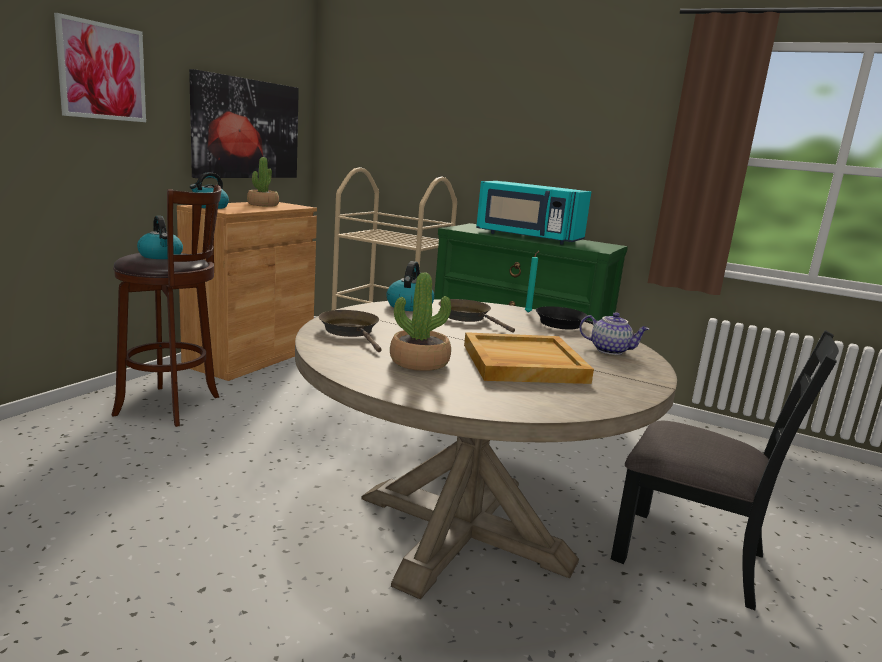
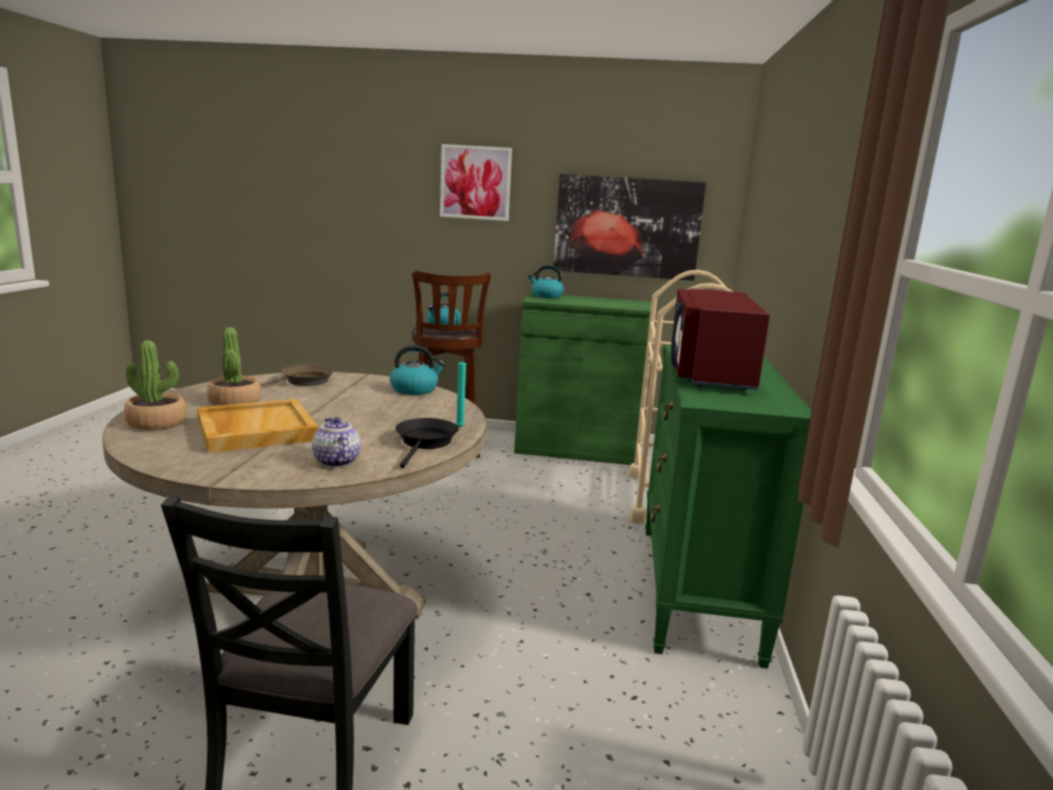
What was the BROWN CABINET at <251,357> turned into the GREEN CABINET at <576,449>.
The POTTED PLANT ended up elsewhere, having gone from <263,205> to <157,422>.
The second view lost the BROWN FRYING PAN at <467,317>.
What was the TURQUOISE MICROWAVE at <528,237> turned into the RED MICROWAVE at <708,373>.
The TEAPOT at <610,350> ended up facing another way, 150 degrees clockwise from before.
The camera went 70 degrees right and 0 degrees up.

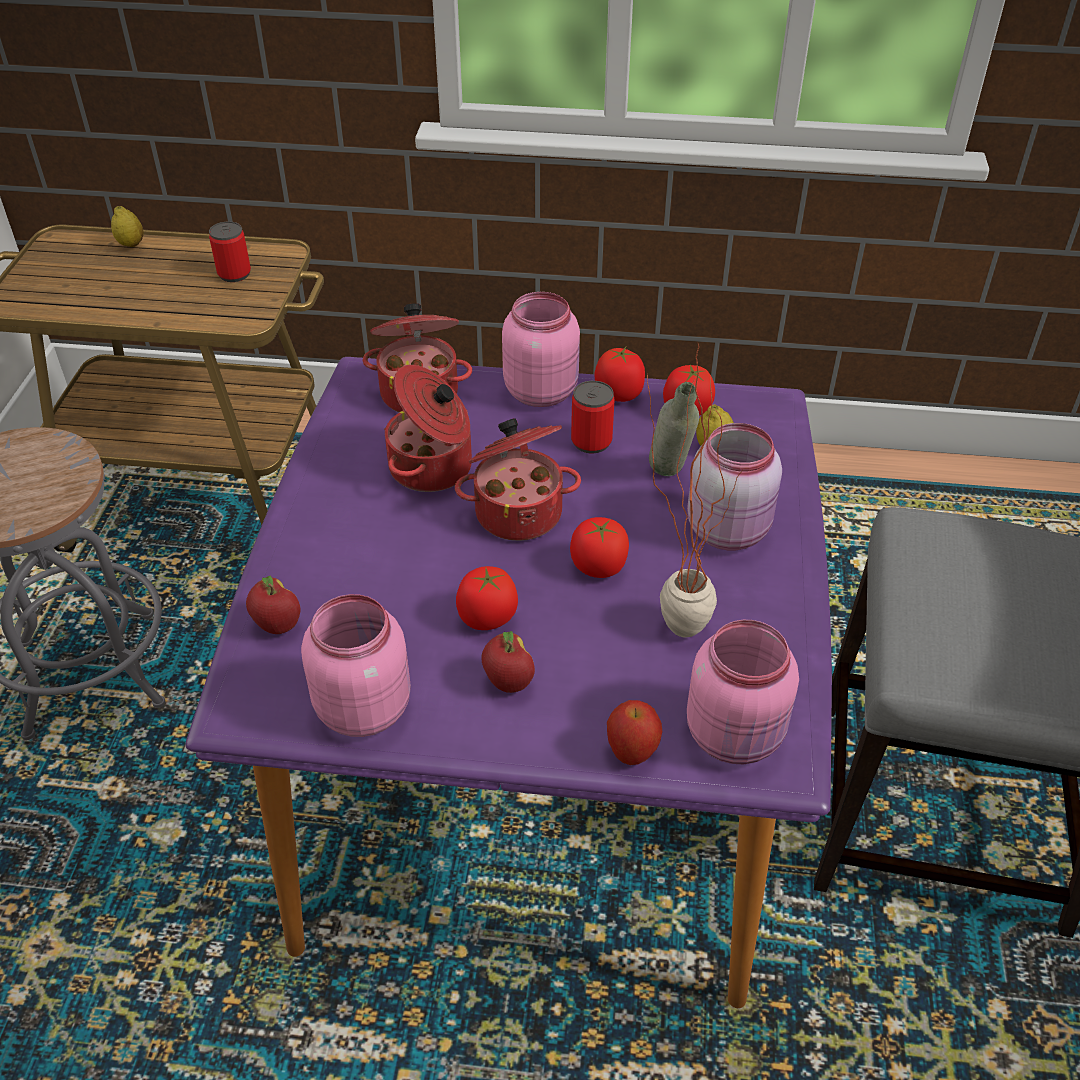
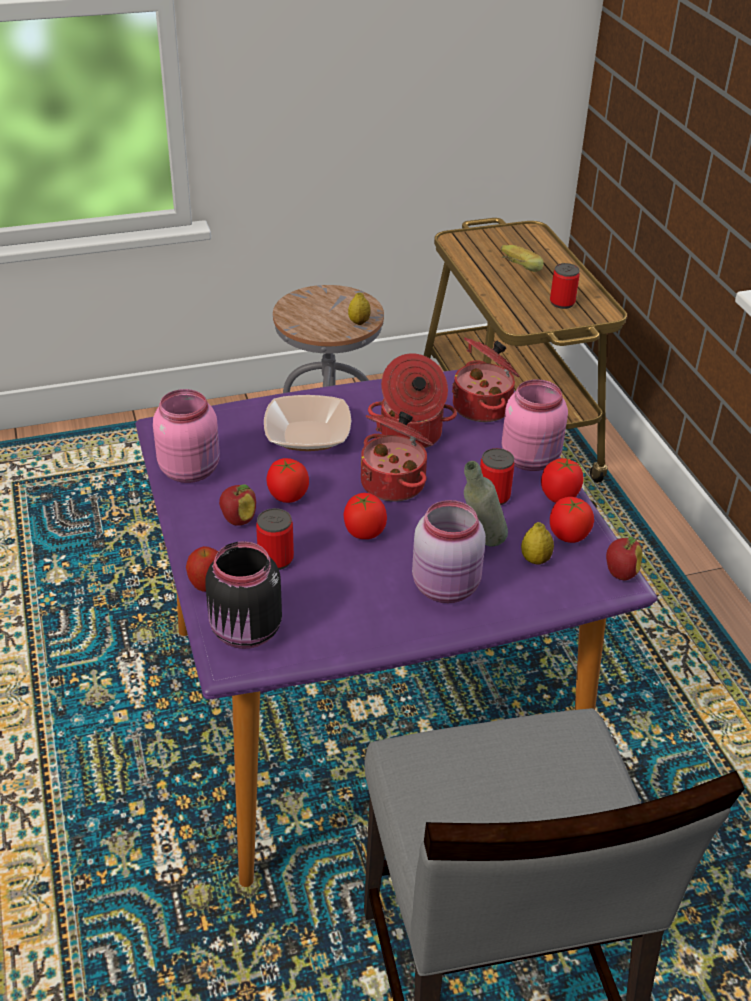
The LEMON ended up elsewhere, having gone from <131,244> to <359,322>.
The APPLE ended up elsewhere, having gone from <277,626> to <620,574>.
The second view lost the POTTED PLANT at <672,618>.
What was the PINK JAR at <737,735> turned into the BLACK JAR at <246,632>.
The second view gained the CAN at <276,559>.
The second view gained the BOWL at <307,436>.
The second view gained the BANANA at <511,272>.
The camera went 65 degrees right and 5 degrees down.

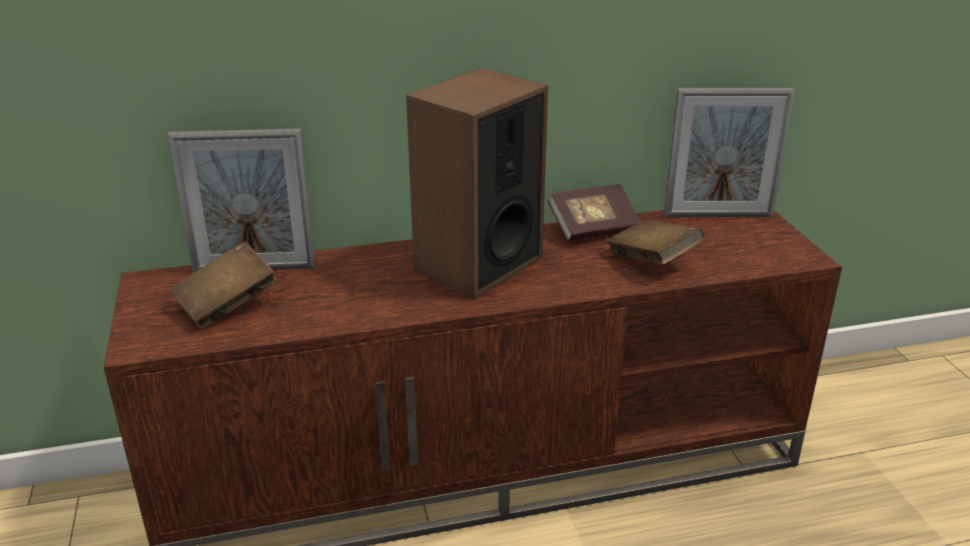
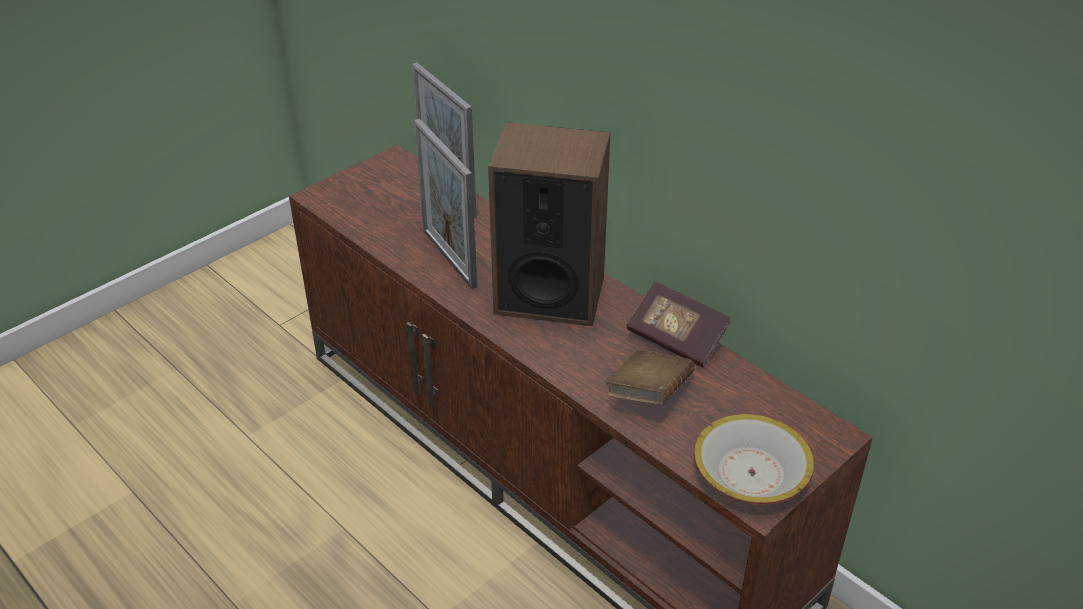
The second view lost the BROWN BOOK at <227,305>.
The PICTURE FRAME ended up elsewhere, having gone from <718,215> to <449,258>.
The second view gained the BOWL at <751,474>.
The camera went 60 degrees right and 10 degrees up.

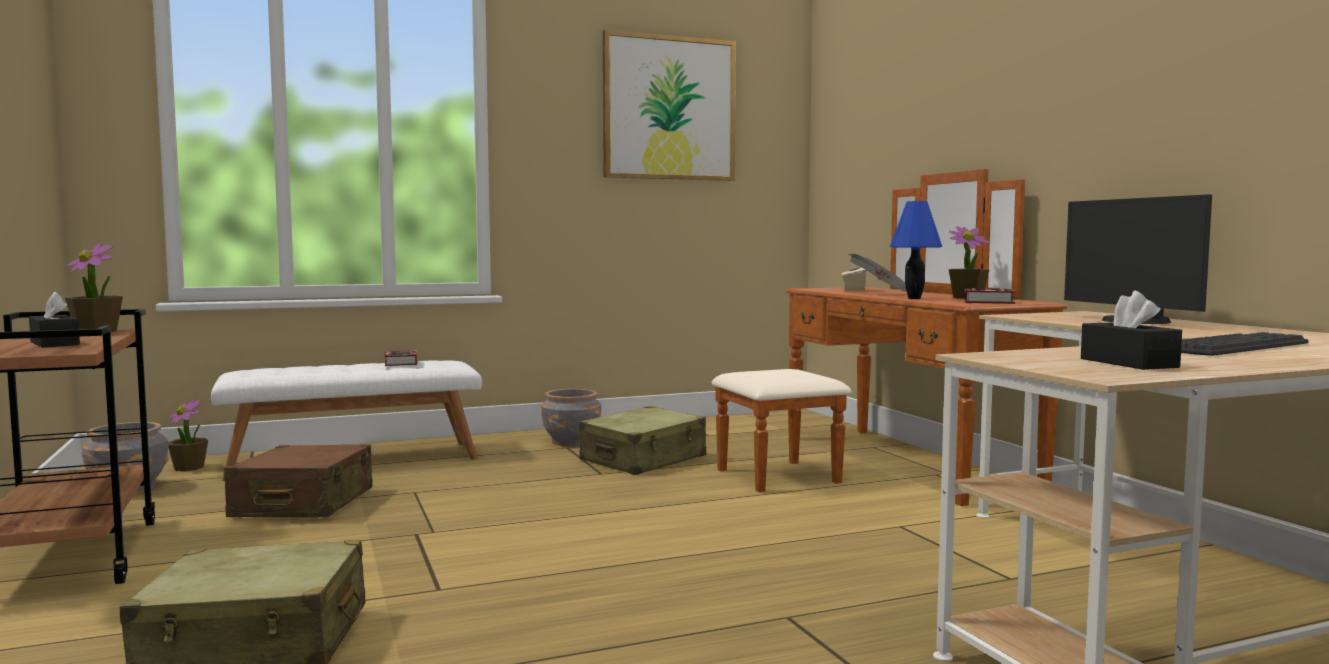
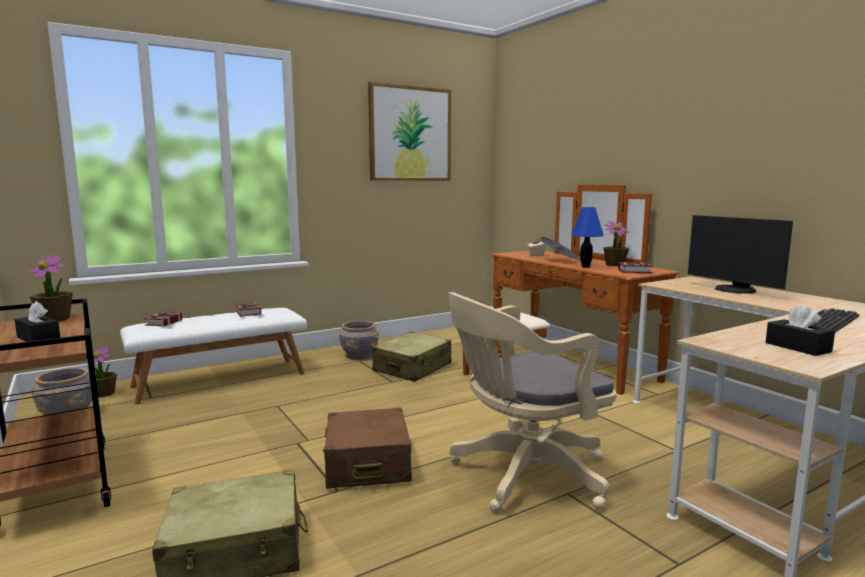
The BROWN SUITCASE ended up elsewhere, having gone from <303,504> to <367,464>.
The second view gained the BOOK at <162,323>.
The second view gained the BEIGE OFFICE CHAIR at <523,476>.
The camera went 10 degrees left and 5 degrees up.

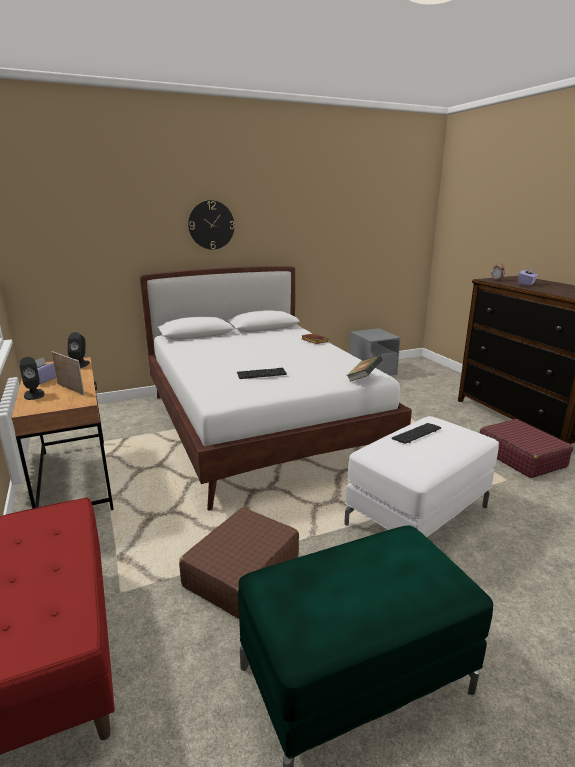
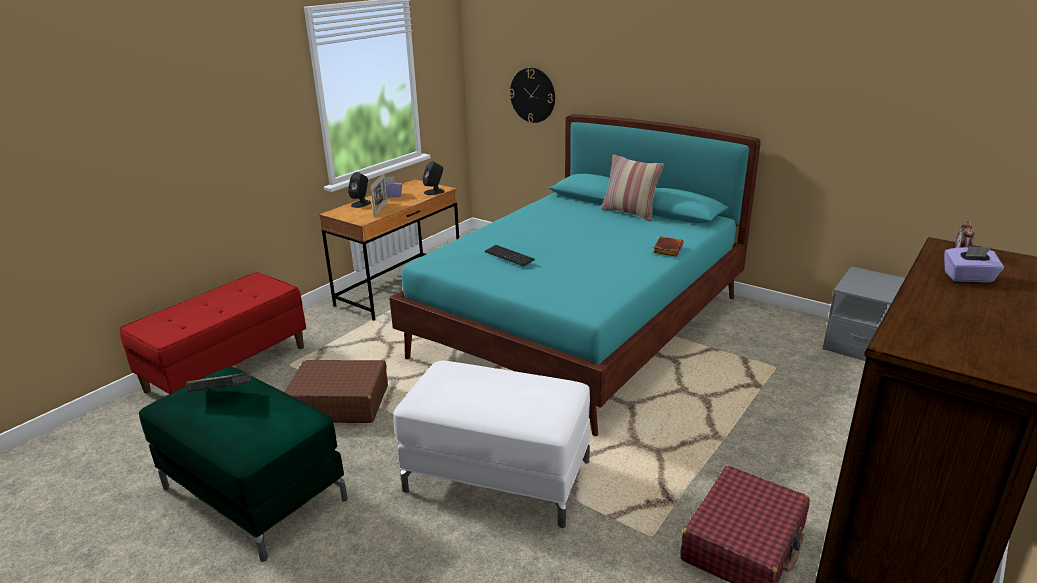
What was the WHITE BED at <261,426> turned into the TURQUOISE BED at <581,326>.
The WALL CLOCK ended up elsewhere, having gone from <211,225> to <532,95>.
The BOOK ended up elsewhere, having gone from <363,379> to <222,396>.
The second view lost the KEYBOARD at <416,434>.
The second view gained the PILLOW at <630,212>.
The camera went 60 degrees right and 5 degrees up.

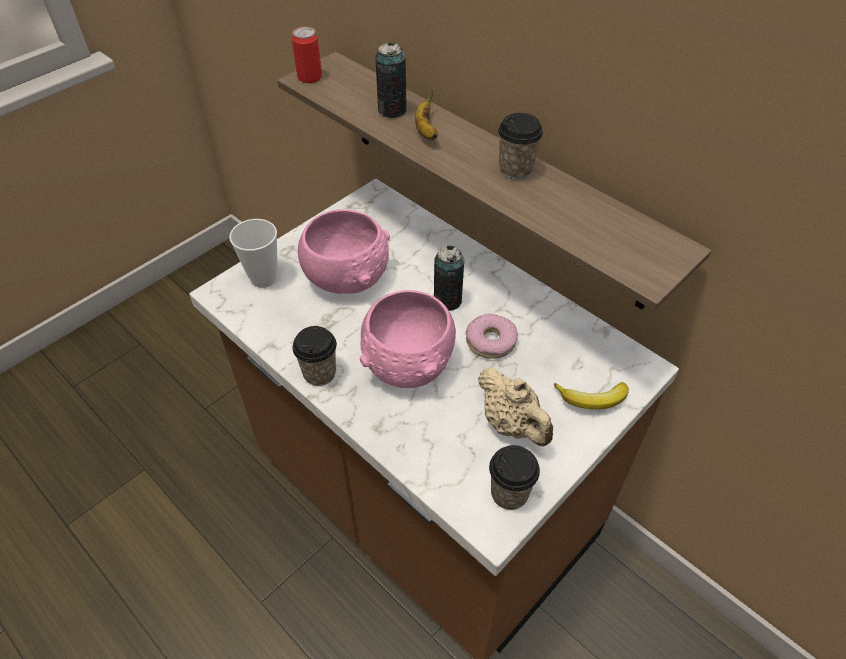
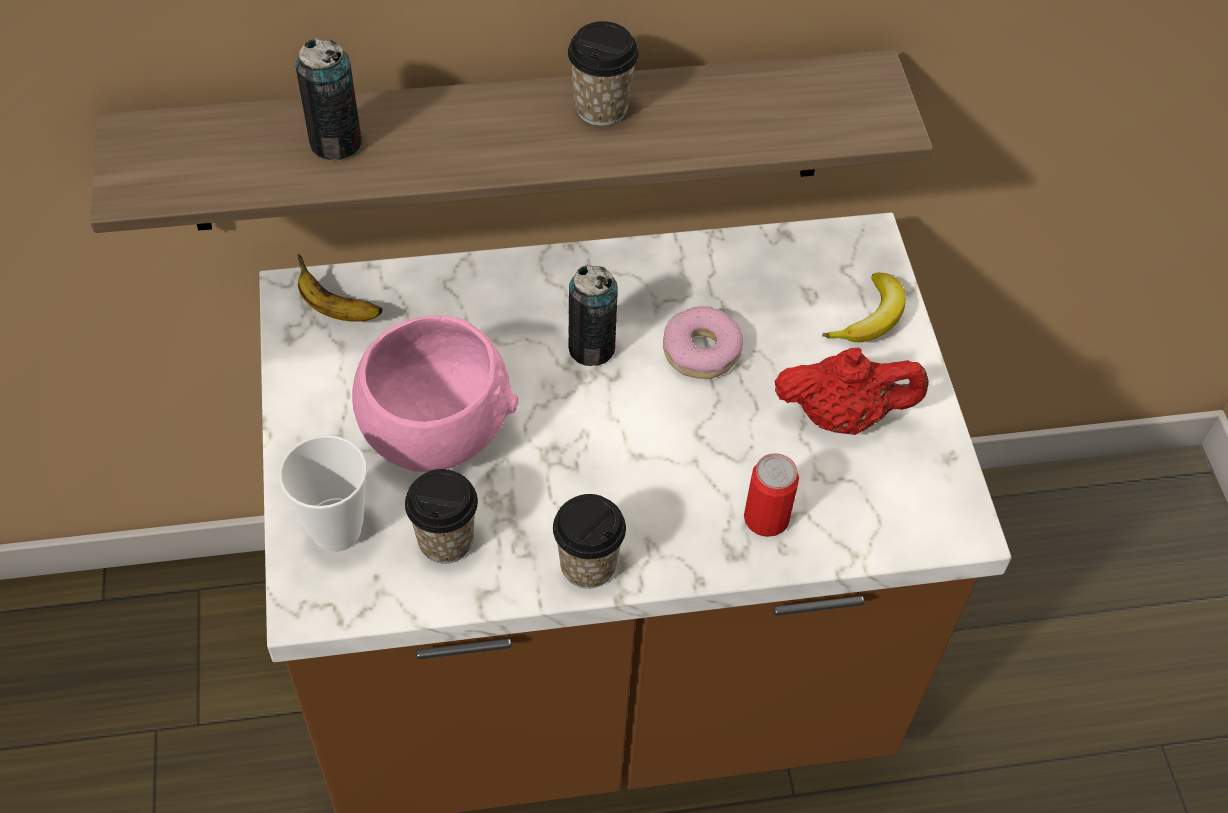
The CAN ended up elsewhere, having gone from <310,77> to <766,518>.
The second view lost the PINK BOWL at <409,363>.
The BANANA ended up elsewhere, having gone from <426,130> to <336,310>.
What was the BEIGE TEAPOT at <512,424> turned into the RED TEAPOT at <842,416>.
The CUP ended up elsewhere, having gone from <509,493> to <445,541>.
The camera went 55 degrees left and 5 degrees up.

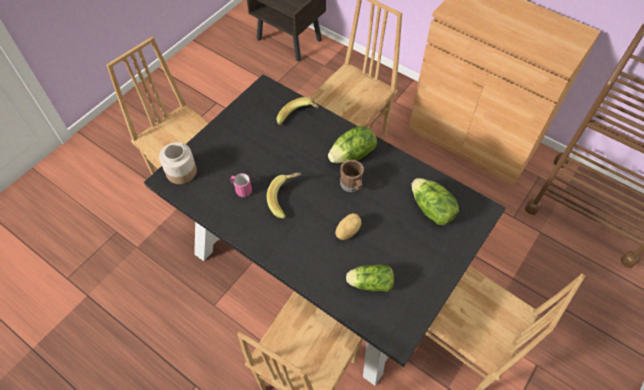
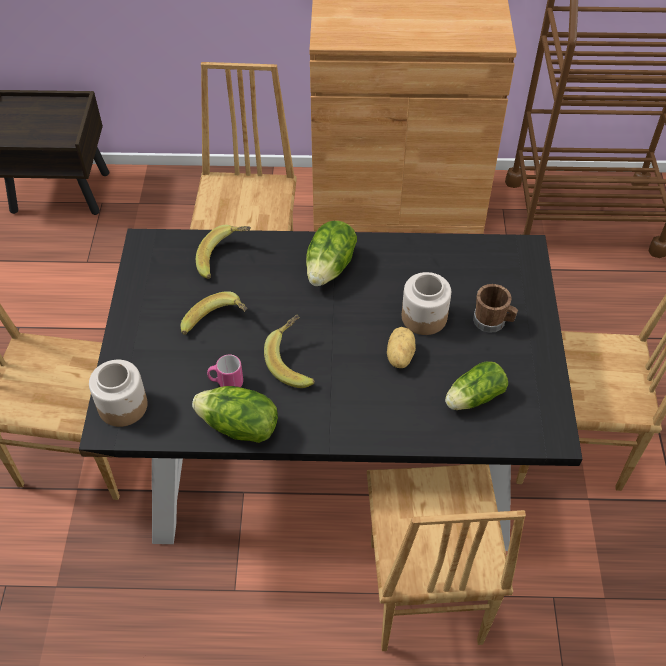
The BROWN MUG ended up elsewhere, having gone from <352,185> to <492,322>.
The LETTUCE ended up elsewhere, having gone from <431,210> to <239,427>.
The second view gained the BANANA at <217,325>.
The second view gained the JAR at <424,318>.
The camera went 35 degrees left and 5 degrees down.

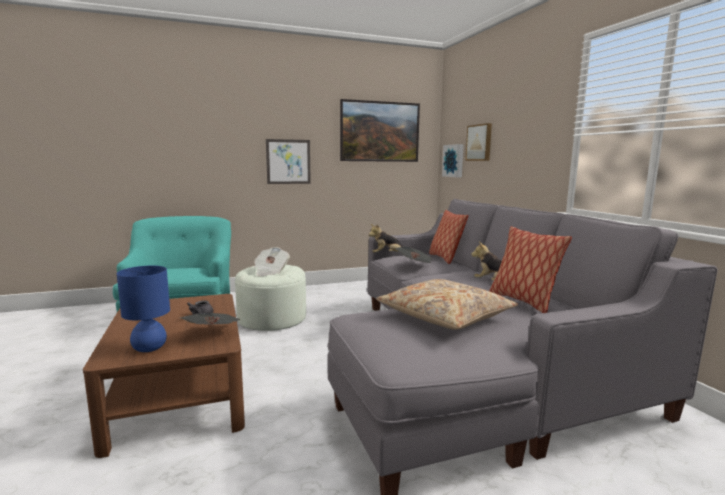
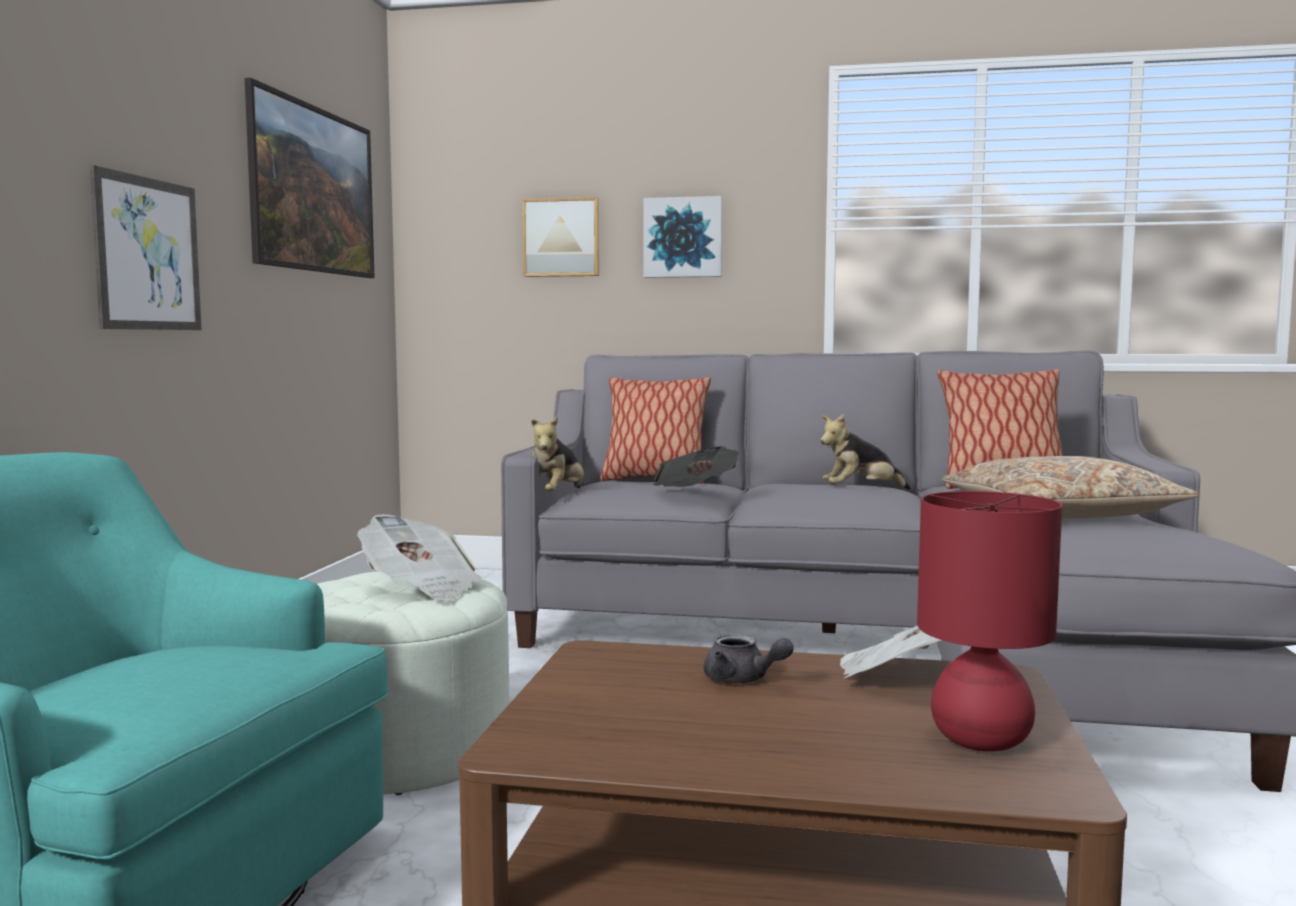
What was the BLUE TABLE LAMP at <150,348> turned into the RED TABLE LAMP at <980,740>.
The PICTURE ended up elsewhere, having gone from <454,160> to <683,237>.
The camera went 60 degrees left and 5 degrees down.

